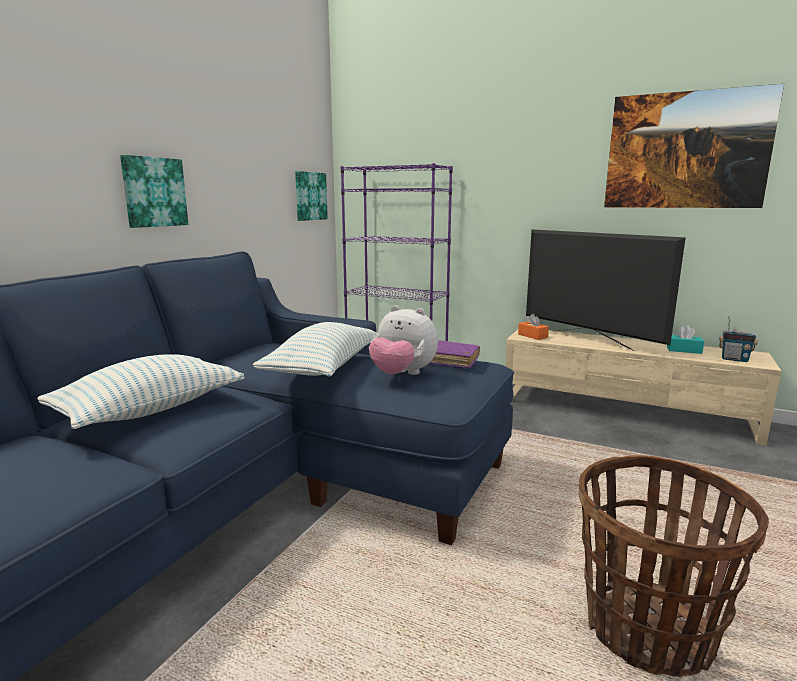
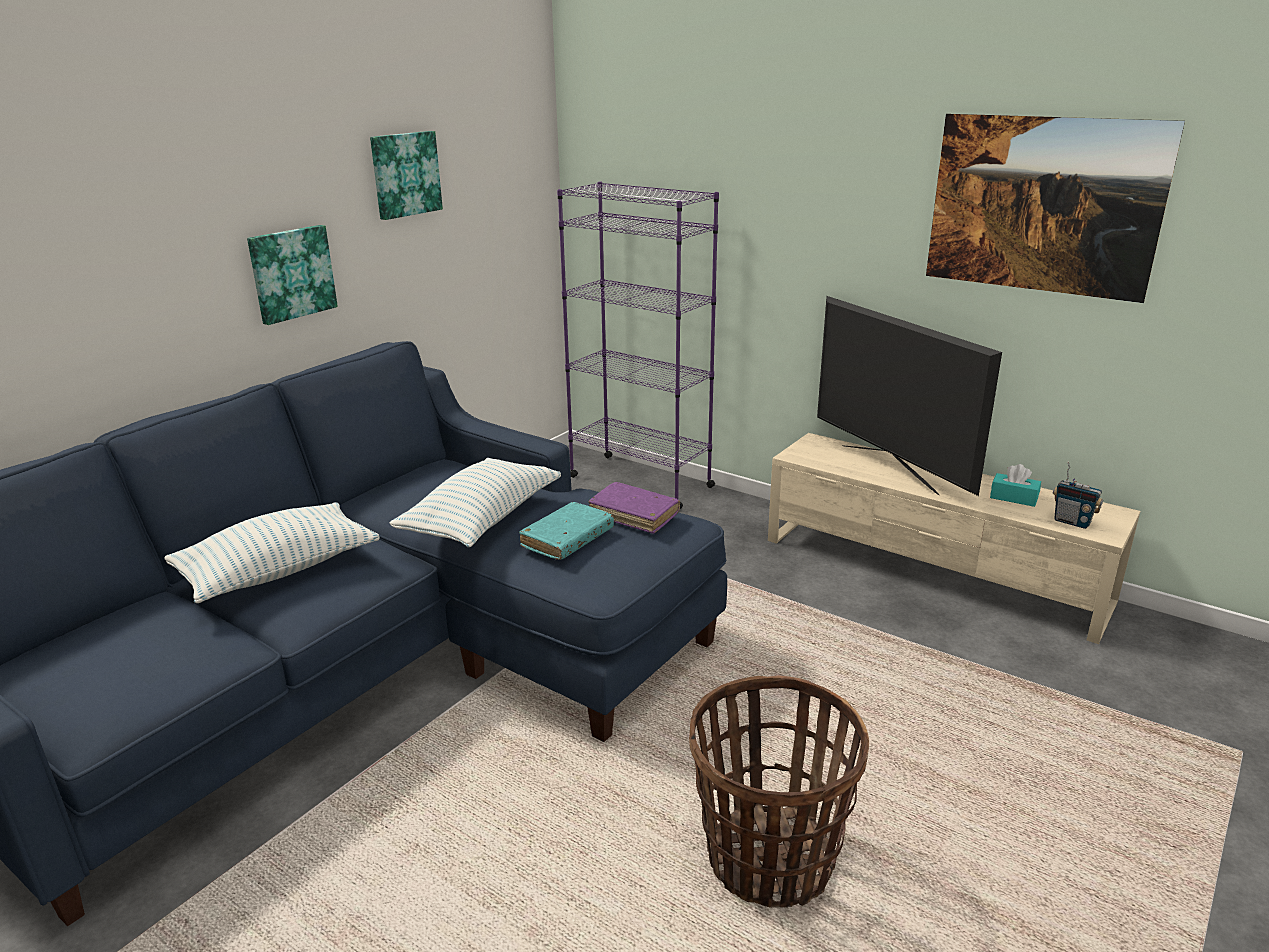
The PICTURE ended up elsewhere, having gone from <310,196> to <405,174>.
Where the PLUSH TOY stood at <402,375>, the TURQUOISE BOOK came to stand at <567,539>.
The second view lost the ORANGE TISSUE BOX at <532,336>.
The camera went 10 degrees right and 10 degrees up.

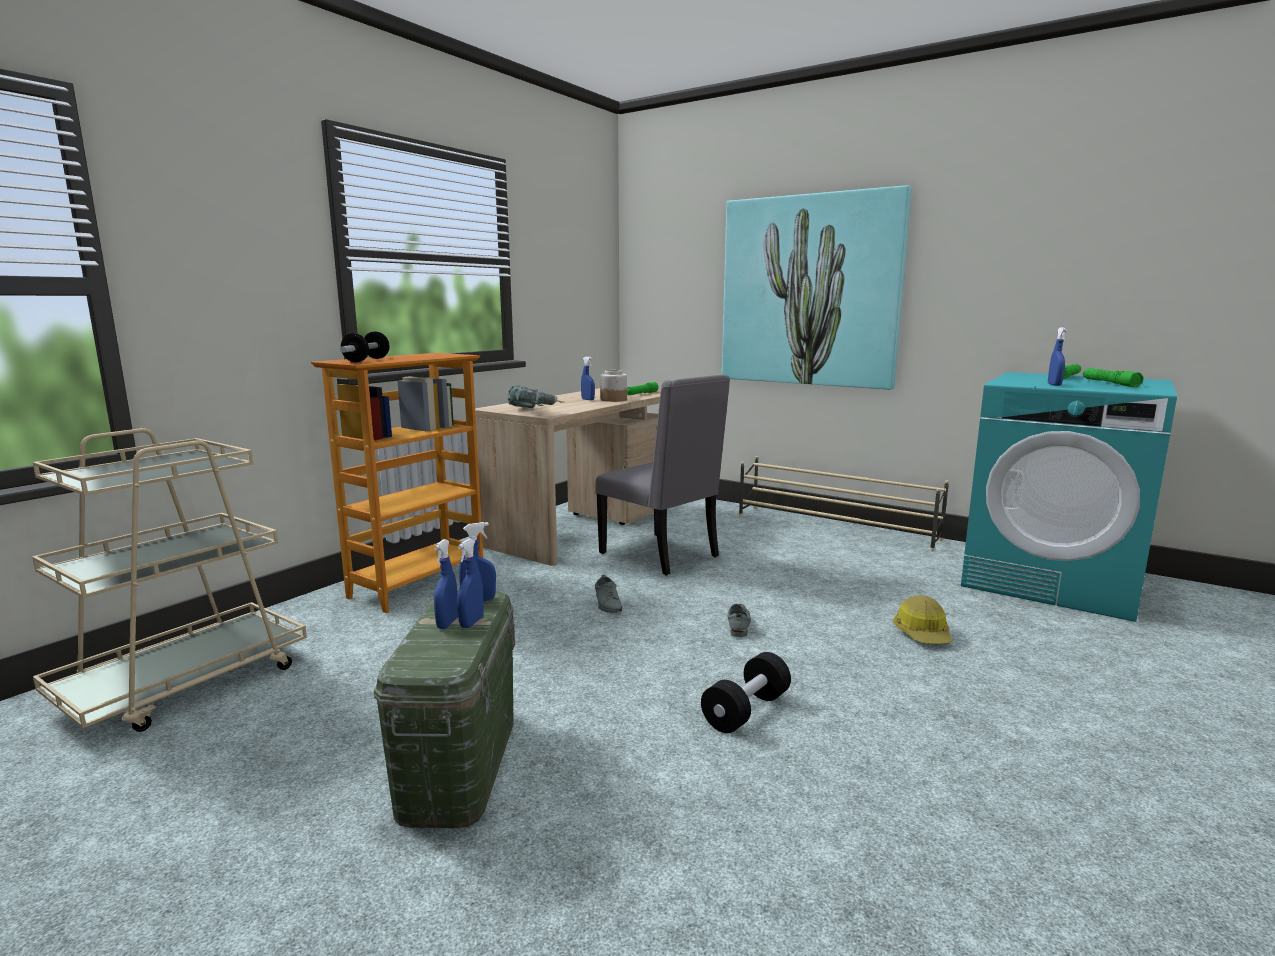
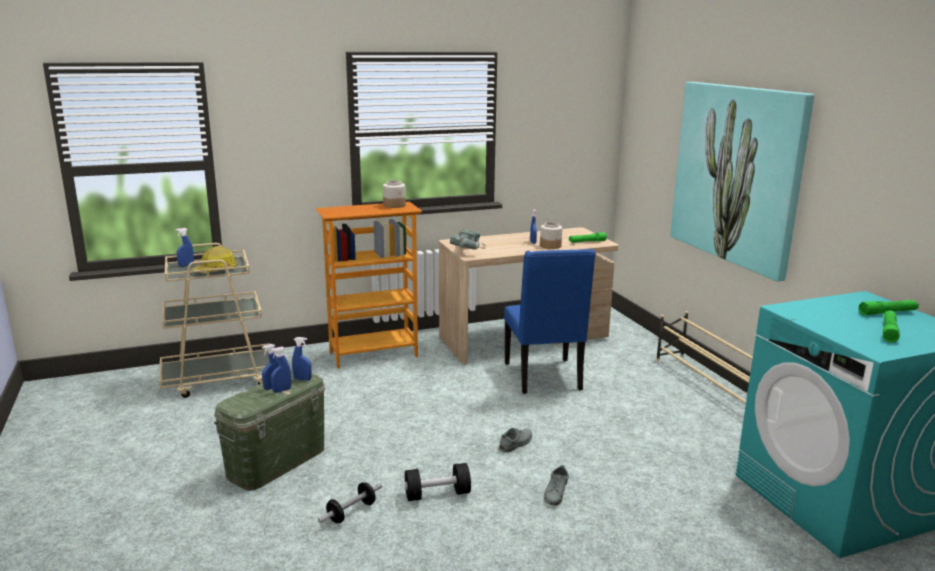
The DUMBBELL ended up elsewhere, having gone from <367,360> to <351,512>.
What was the GREY CHAIR at <662,555> turned into the BLUE CHAIR at <544,377>.
The GREY SHOE ended up elsewhere, having gone from <608,603> to <556,492>.
The HARD HAT ended up elsewhere, having gone from <922,634> to <216,270>.
The BLUE SPRAY BOTTLE ended up elsewhere, having gone from <1054,385> to <186,265>.
The second view gained the JAR at <394,205>.
The camera went 35 degrees right and 5 degrees up.

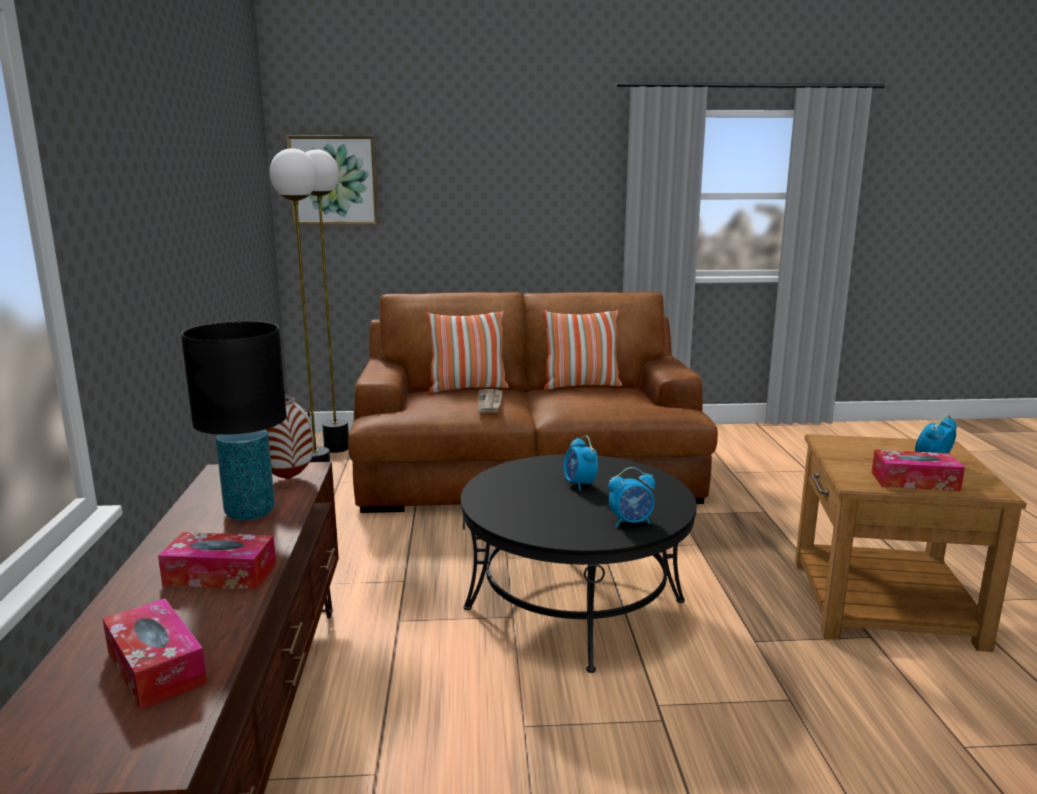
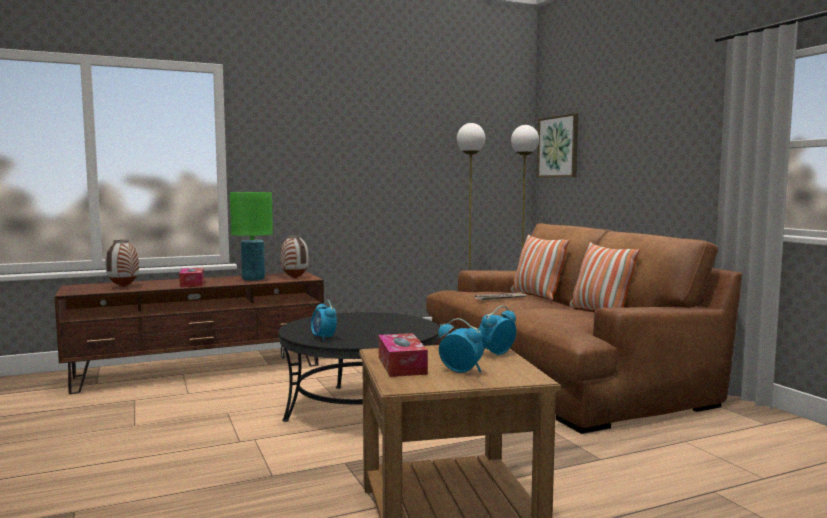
Where the TISSUE BOX stood at <156,667>, the VASE came to stand at <123,287>.
What was the BLACK TABLE LAMP at <249,512> turned into the GREEN TABLE LAMP at <253,279>.
The ALARM CLOCK ended up elsewhere, having gone from <579,484> to <495,354>.
The camera went 70 degrees right and 10 degrees down.

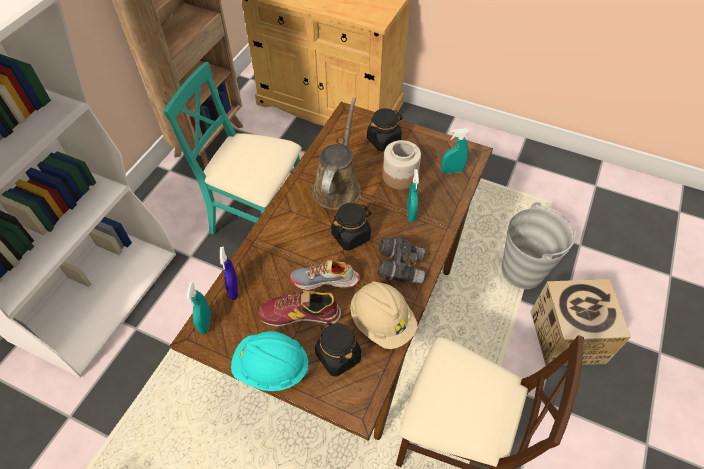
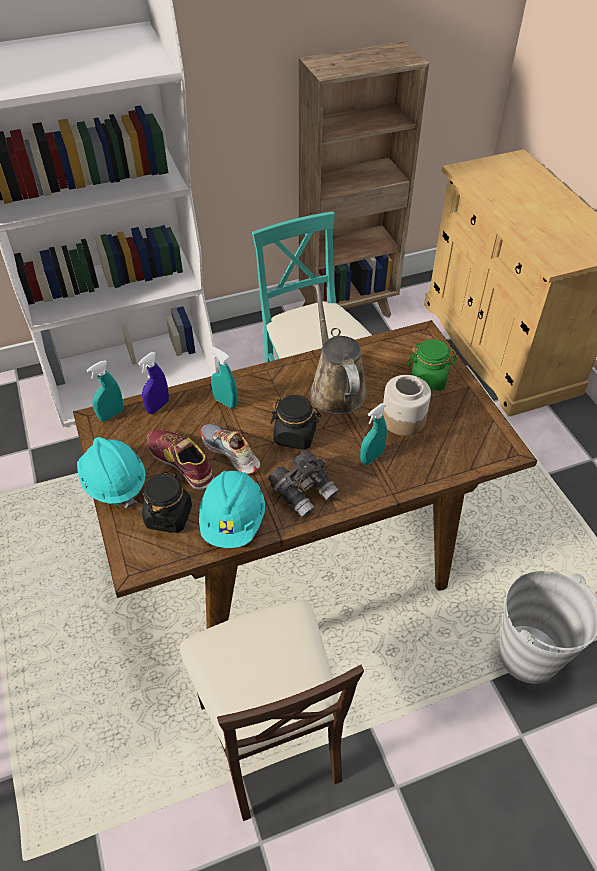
The BROWN WATERING CAN at <338,186> ended up facing another way, 75 degrees counterclockwise from before.
What was the BEIGE HARD HAT at <382,322> turned into the TURQUOISE HARD HAT at <233,521>.
What was the BLACK JAR at <384,140> turned into the GREEN JAR at <428,379>.
The TURQUOISE SPRAY BOTTLE ended up elsewhere, having gone from <452,171> to <225,402>.
The second view lost the CARDBOARD BOX at <567,337>.
The camera went 45 degrees right and 5 degrees down.

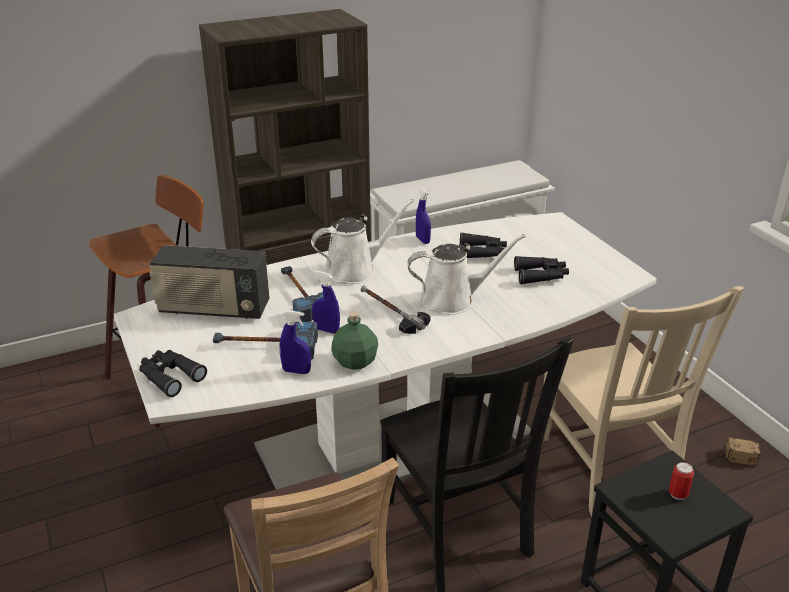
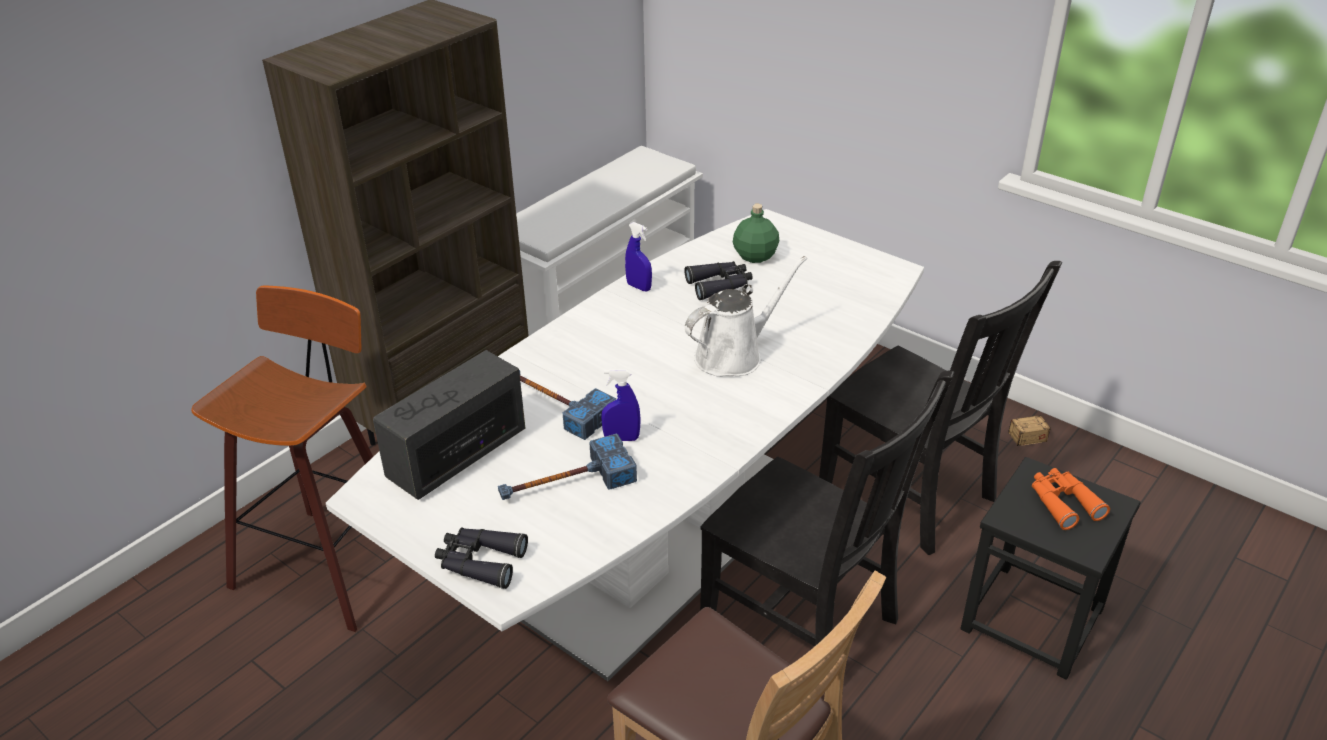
The RADIO at <213,309> ended up facing another way, 150 degrees clockwise from before.
The second view lost the BLUE SPRAY BOTTLE at <296,371>.
The second view lost the WHITE WATERING CAN at <354,270>.
The GREEN BOTTLE ended up elsewhere, having gone from <355,362> to <755,256>.
The second view lost the HAMMER at <391,312>.
The second view lost the BLACK BINOCULARS at <541,276>.
What was the BEIGE CHAIR at <608,468> turned into the BLACK CHAIR at <911,495>.
Where the CAN stood at <678,494>, the ORANGE BINOCULARS came to stand at <1063,503>.
The camera went 25 degrees left and 5 degrees up.

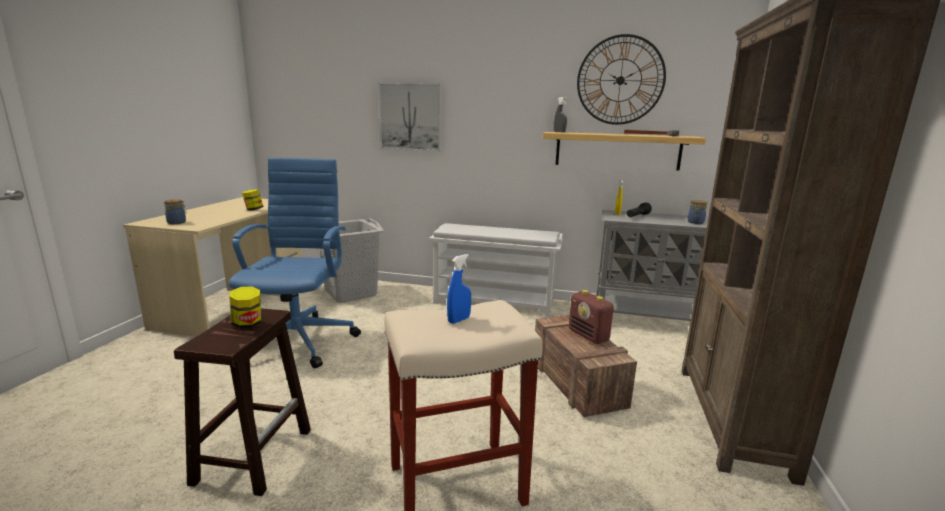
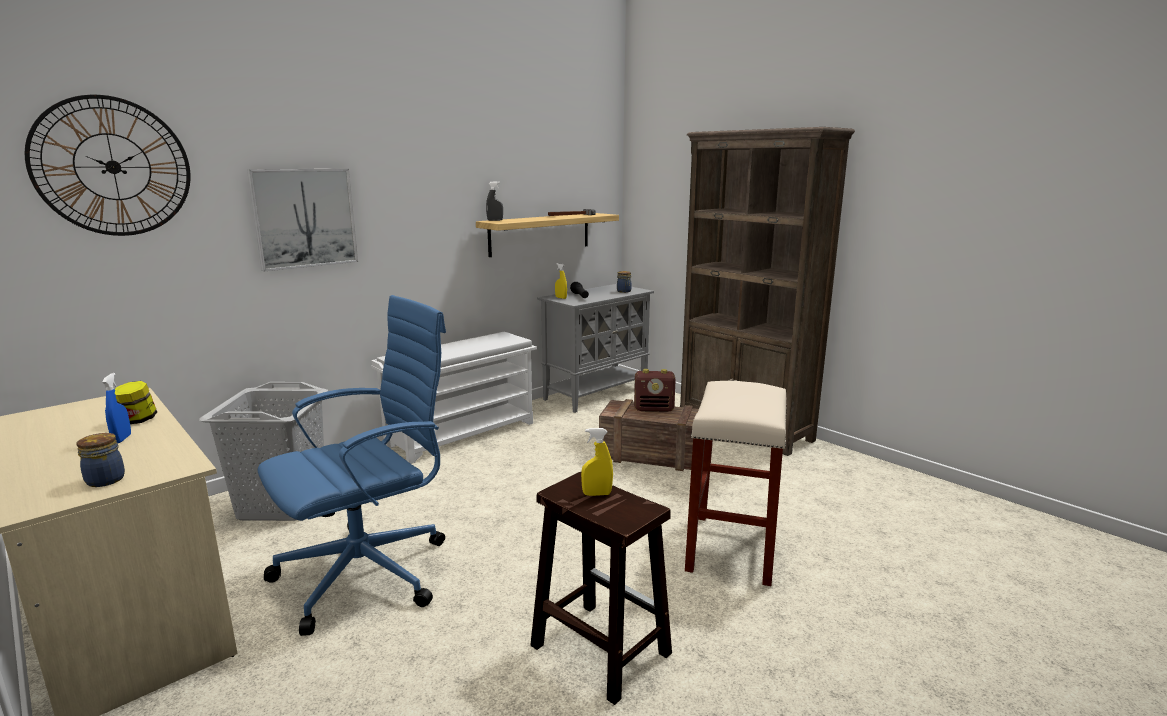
The BLUE OFFICE CHAIR at <300,340> ended up facing another way, 105 degrees clockwise from before.
Where the JAR stood at <248,324>, the YELLOW SPRAY BOTTLE came to stand at <597,494>.
The BLUE SPRAY BOTTLE ended up elsewhere, having gone from <459,320> to <122,439>.
The WALL CLOCK ended up elsewhere, having gone from <620,80> to <113,167>.
The camera went 55 degrees left and 0 degrees up.

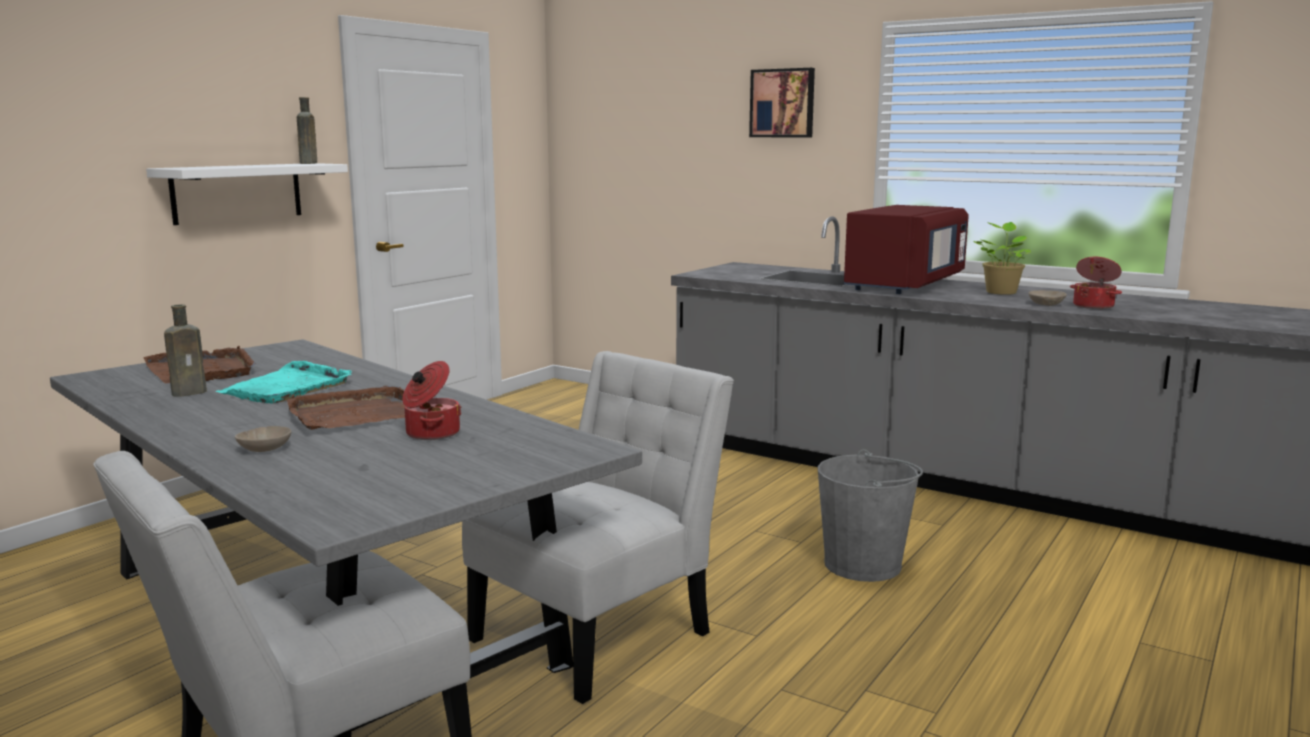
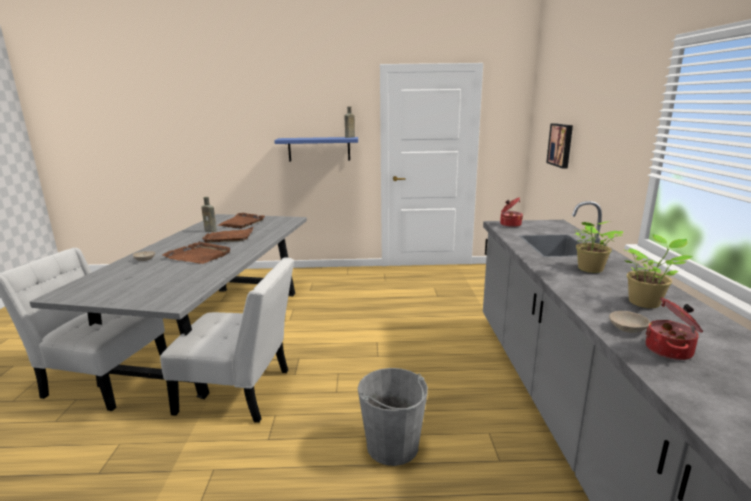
What was the WHITE SHELF at <237,192> turned into the BLUE SHELF at <319,149>.
What was the TURQUOISE TRAY at <287,388> turned into the BROWN TRAY at <229,237>.
The COOKING POT ended up elsewhere, having gone from <431,433> to <509,224>.
The PICTURE ended up elsewhere, having gone from <783,103> to <561,145>.
Where the RED MICROWAVE stood at <903,285>, the POTTED PLANT came to stand at <589,269>.
The camera went 55 degrees right and 5 degrees up.

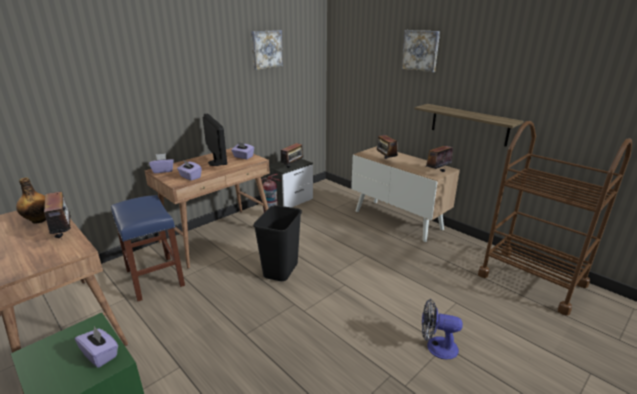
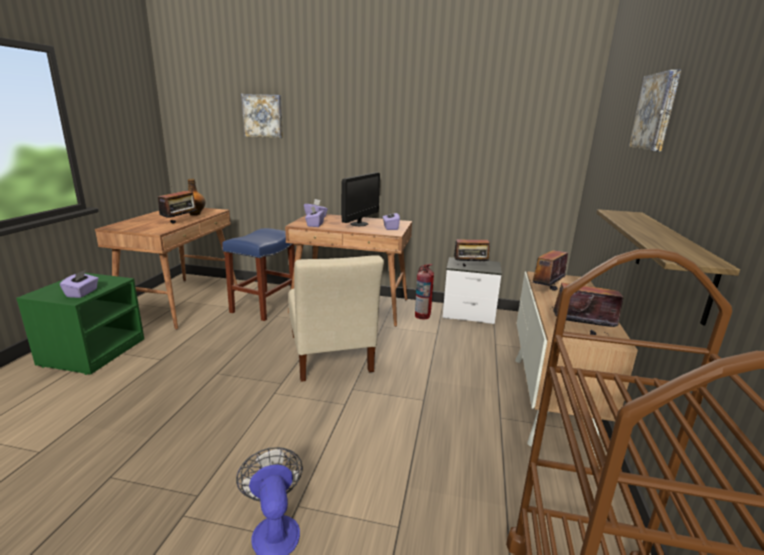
The PICTURE ended up elsewhere, having gone from <266,49> to <263,116>.
Where the BLACK TRASH CAN stood at <281,271>, the BEIGE CHAIR came to stand at <330,356>.
The camera went 55 degrees right and 5 degrees down.

